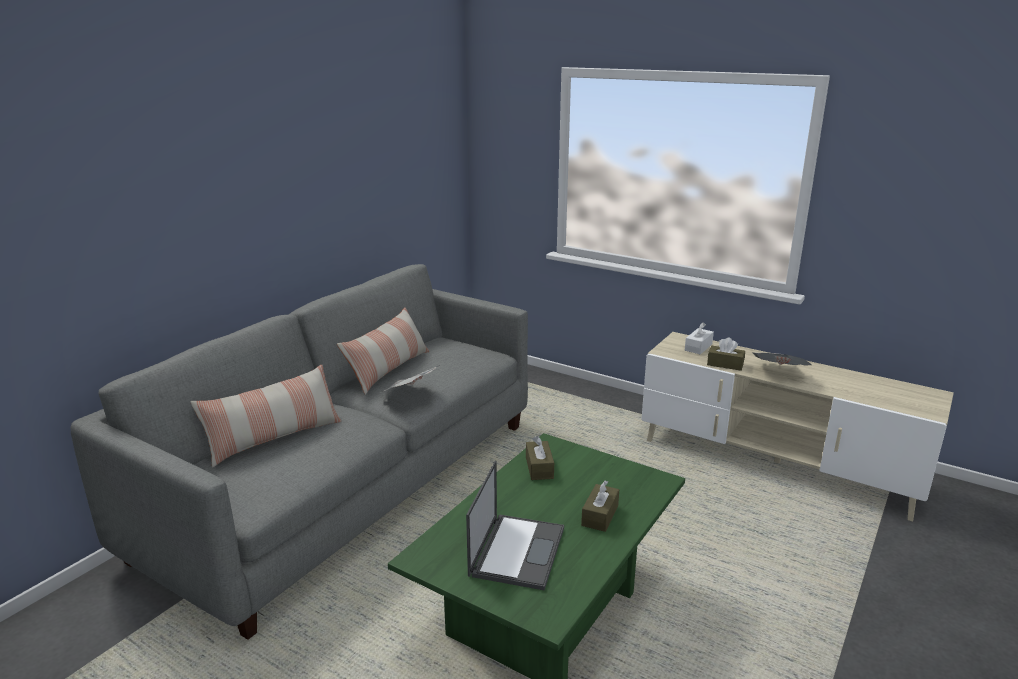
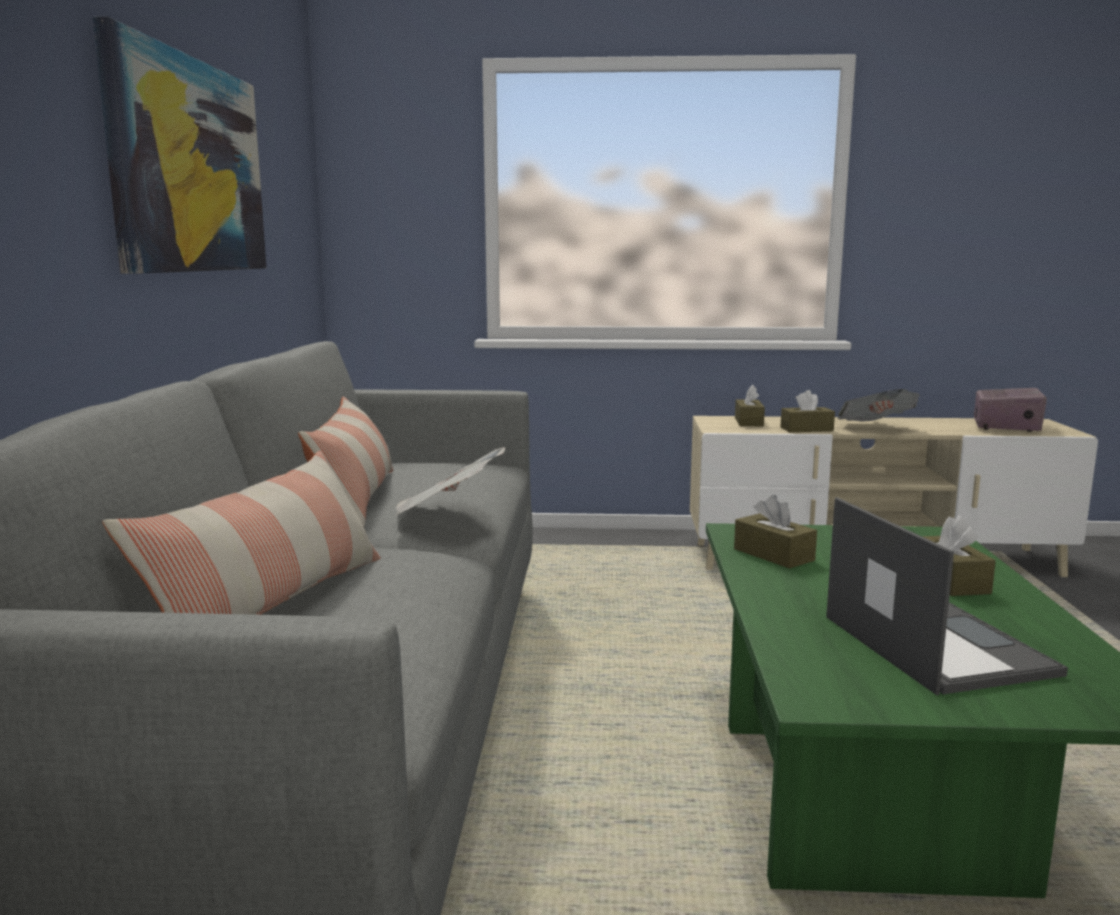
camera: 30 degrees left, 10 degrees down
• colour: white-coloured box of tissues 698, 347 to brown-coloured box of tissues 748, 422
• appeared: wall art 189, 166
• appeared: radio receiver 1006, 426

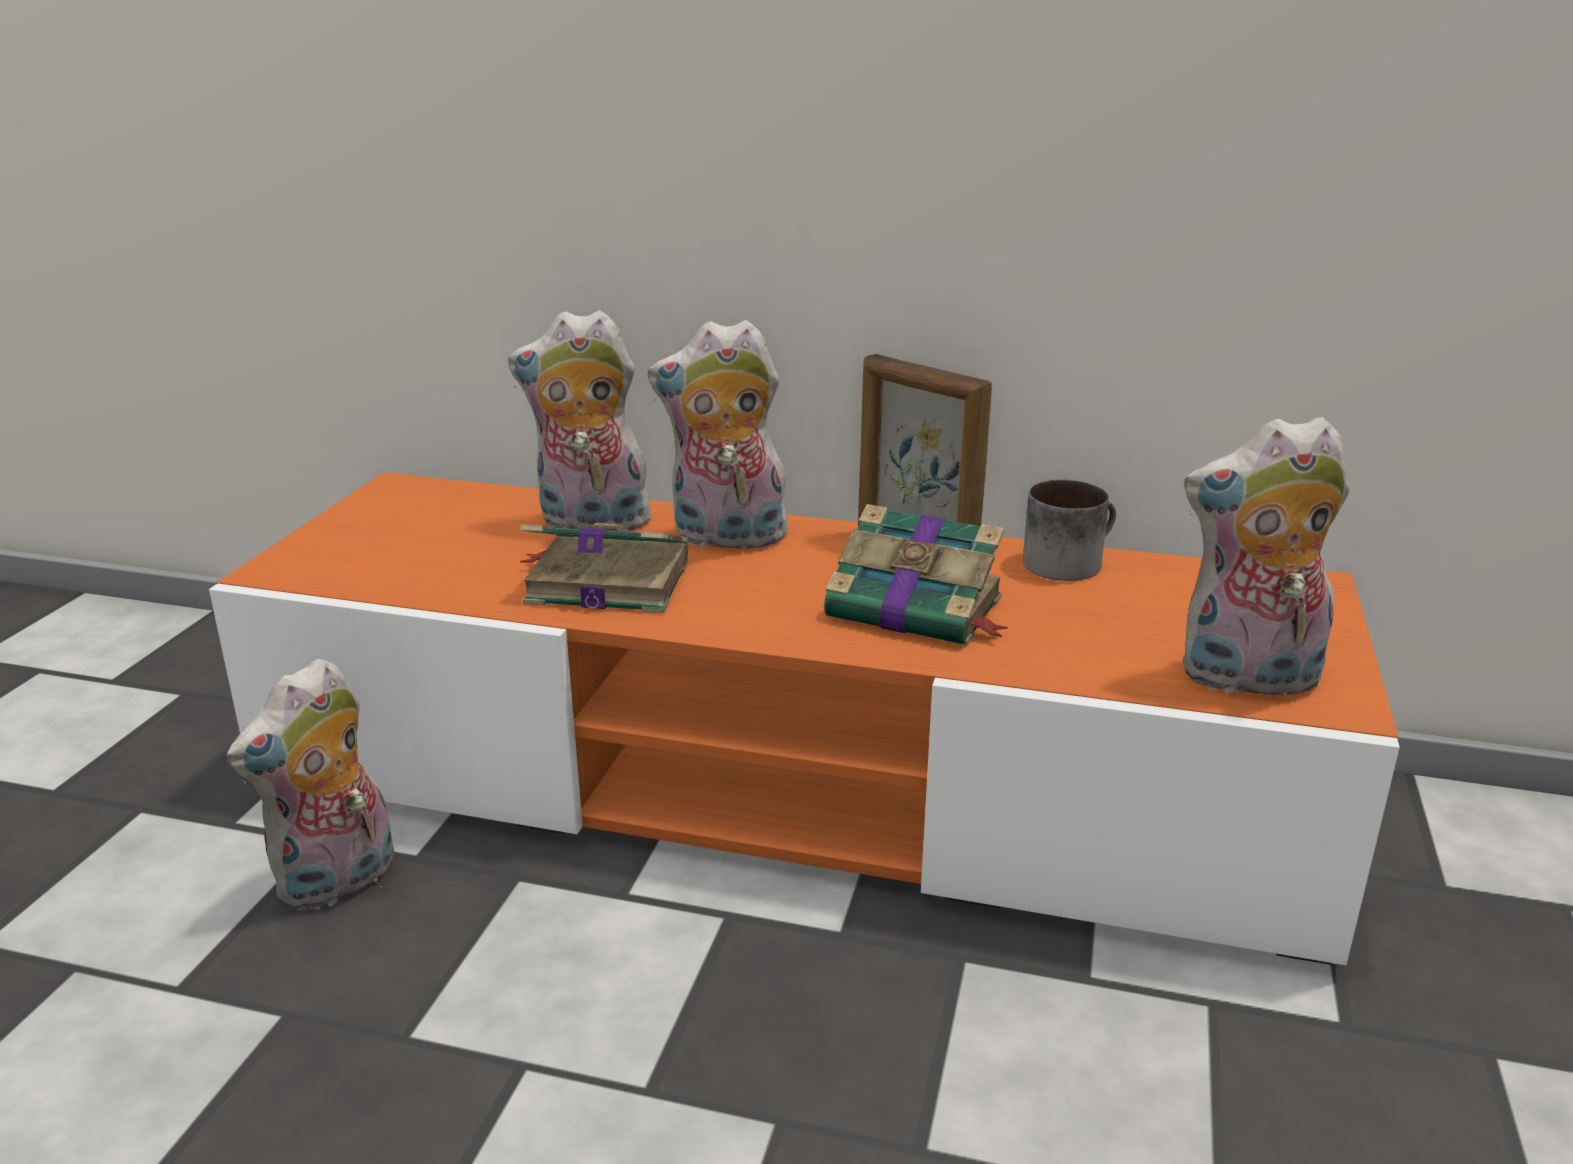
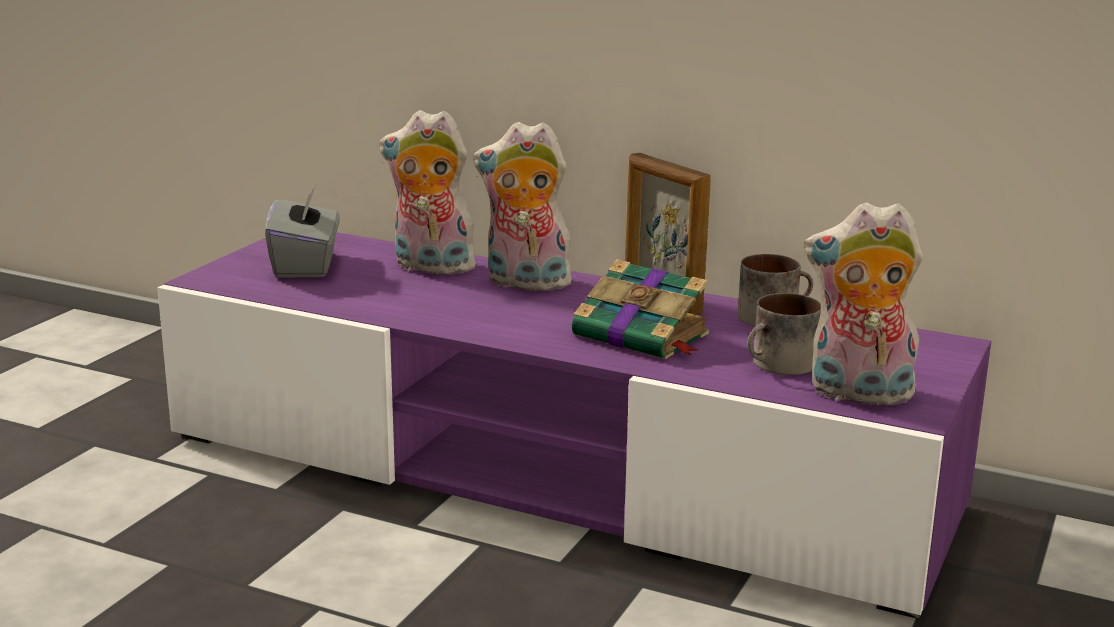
camera: 10 degrees right, 5 degrees down
• colour: orange media console 786, 782 to purplish media console 555, 472
• missing: volume 604, 582
• missing: cuddly toy 338, 882
• appeared: grey box of tissues 306, 265
• appeared: mug 780, 365

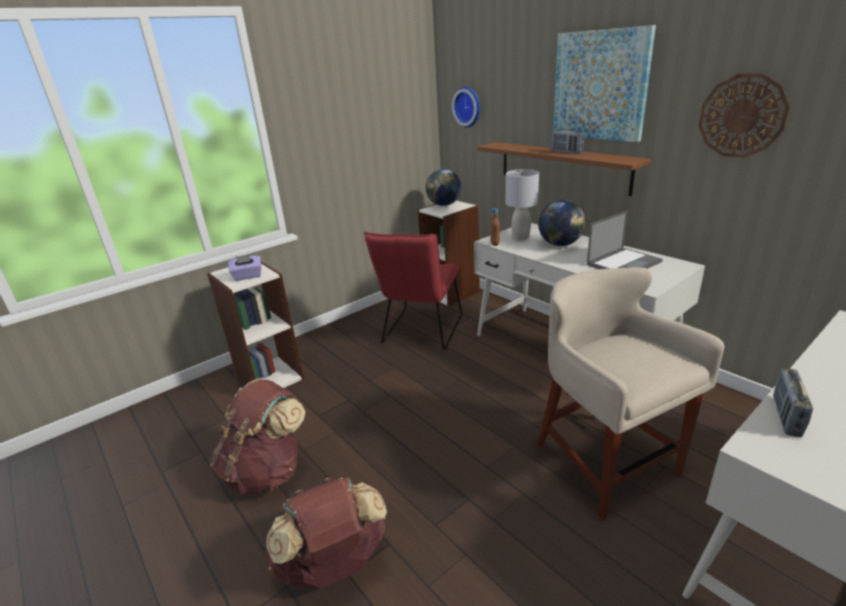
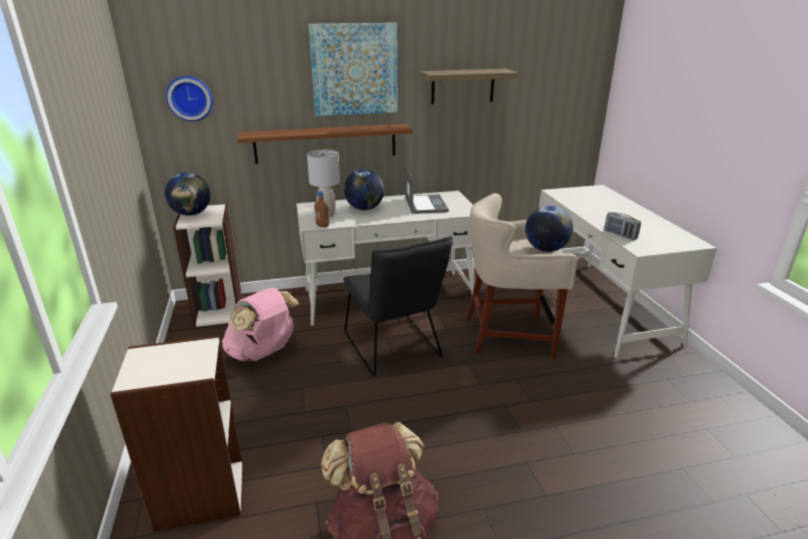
camera: 65 degrees left, 0 degrees up
• exchanged: hanging clock 742, 116 to wall shelf 462, 86
• missing: radio receiver 566, 152
• exchanged: reddish upright chair 421, 332 to pinkish backpack 263, 353
• missing: purplish box of tissues 247, 276
• missing: brown-coloured backpack 334, 565
• appeared: world globe 546, 249
• appeared: blackish upright chair 394, 349

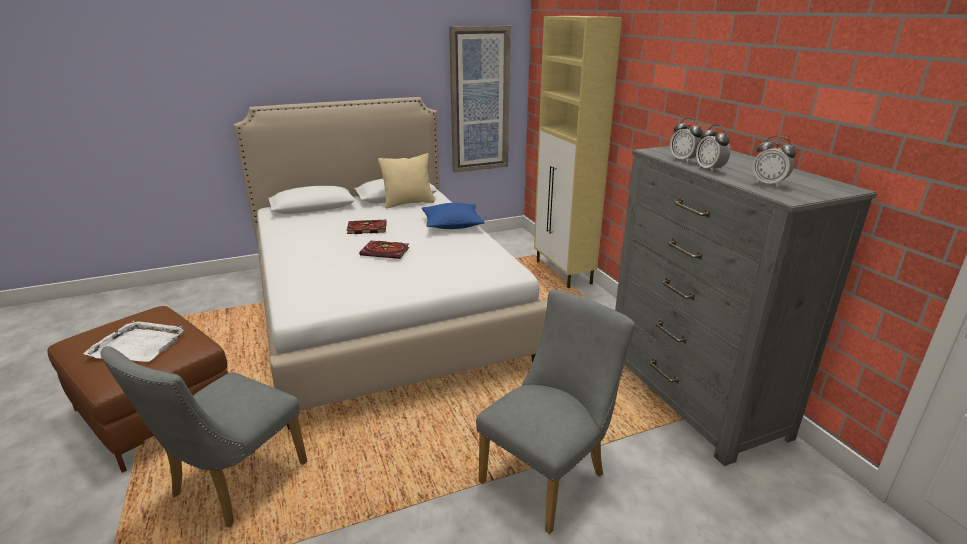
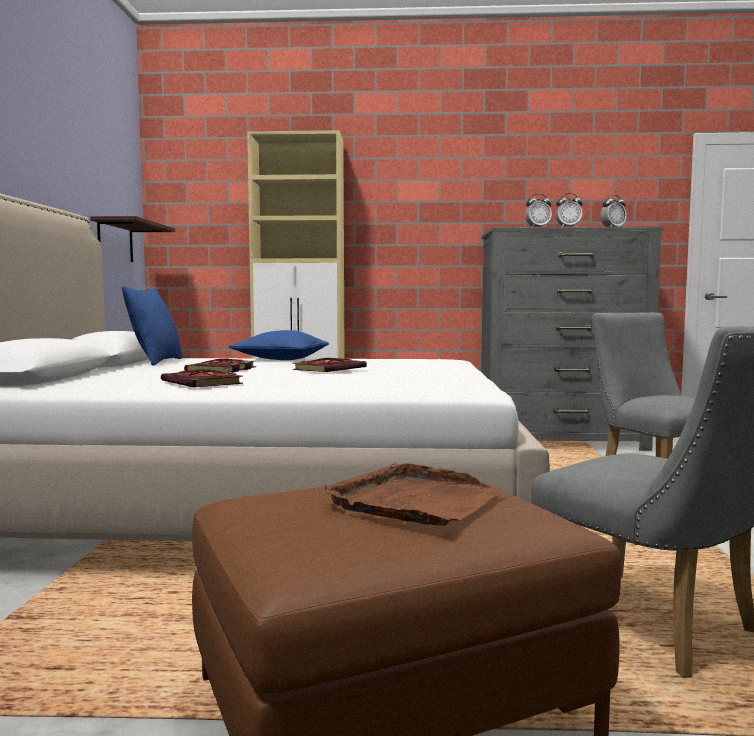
camera: 65 degrees left, 20 degrees down
• exchanged: wall art 479, 101 to wall shelf 115, 241
• colour: beige-coloured throw pillow 408, 203 to bluish throw pillow 156, 362
• colour: white-coloured serving tray 139, 345 to brown-coloured serving tray 416, 501
• appeared: volume 204, 383

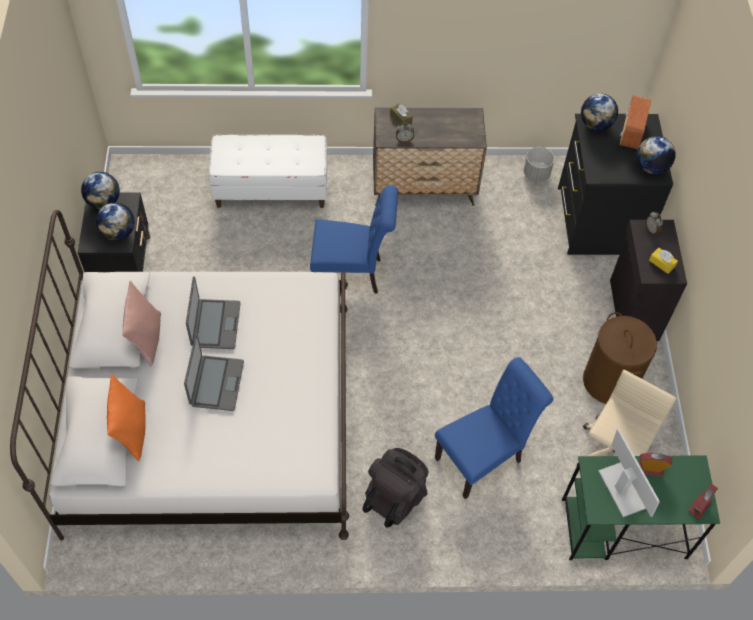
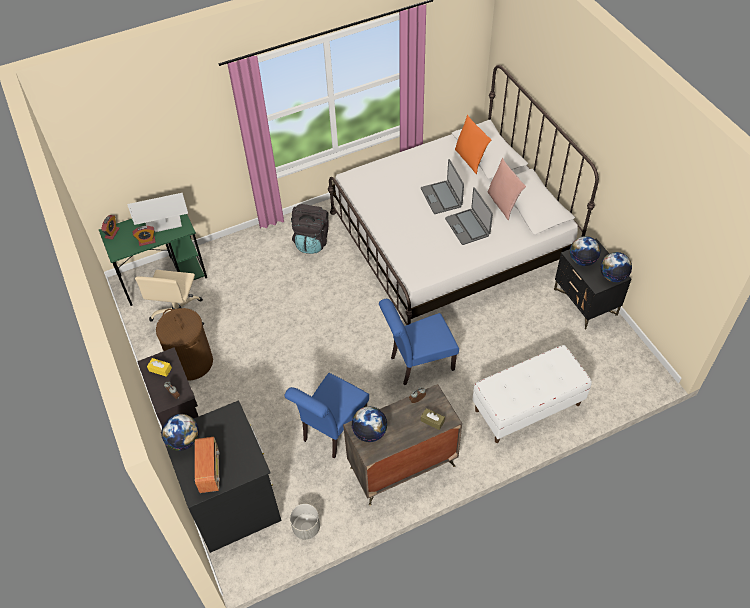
camera: 160 degrees right, 5 degrees down
• relocated: world globe 595, 124 to 370, 432
• relocated: bluish upright chair 483, 458 to 332, 431
• spun: computer display 622, 490 = 163, 224 60 degrees counterclockwise

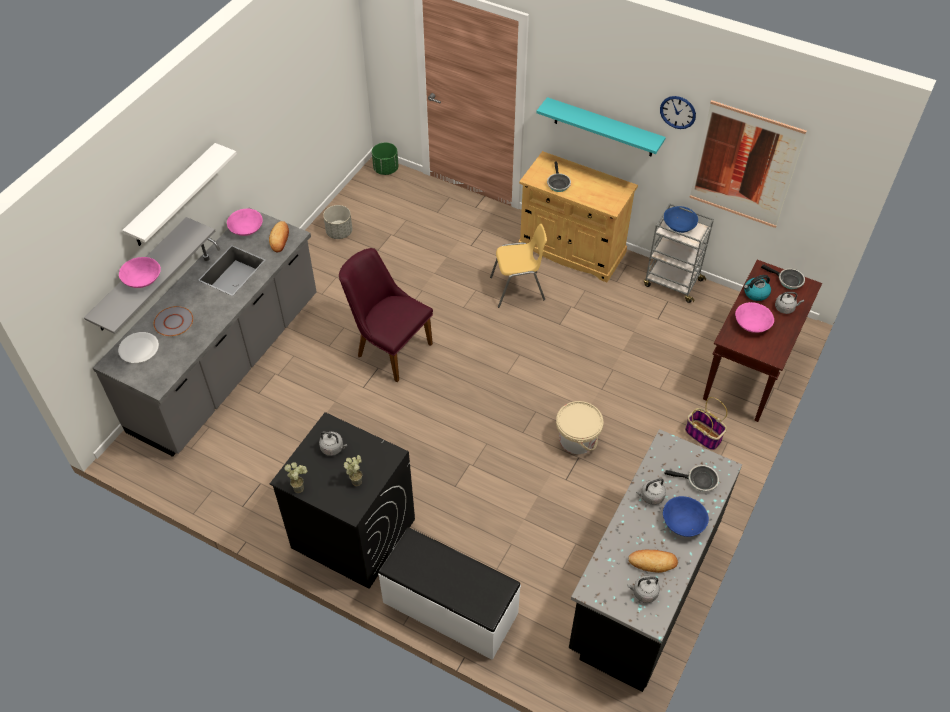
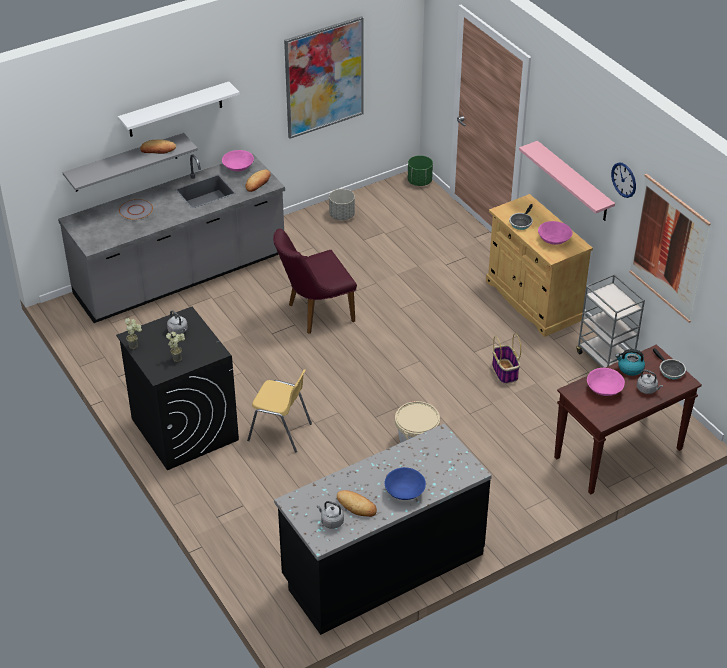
camera: 30 degrees right, 10 degrees down
• colour: turquoise wall shelf 603, 127 to pinkish wall shelf 574, 182
• missing: bluish serving bowl 679, 226
• relocated: yellow upright chair 518, 289 to 280, 432
• spun: purplish upright chair 388, 347 = 314, 313 90 degrees counterclockwise
• relocated: pinkish serving bowl 142, 280 to 554, 240
• missing: white-coloured plate 139, 348
• relocated: household basket 704, 435 to 505, 372
• missing: frying pan 699, 481
• missing: grey kettle 650, 497
• missing: white-coloured bench 449, 608
• appeared: wall art 324, 77
• appeared: bread 158, 149

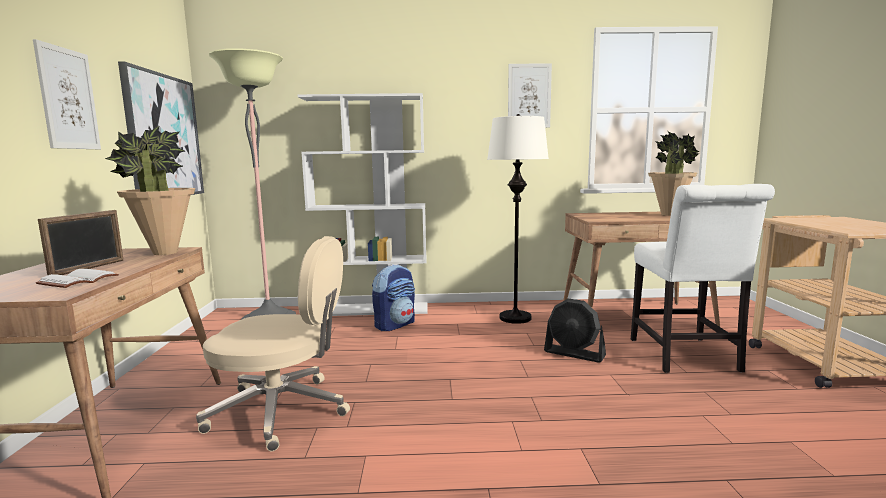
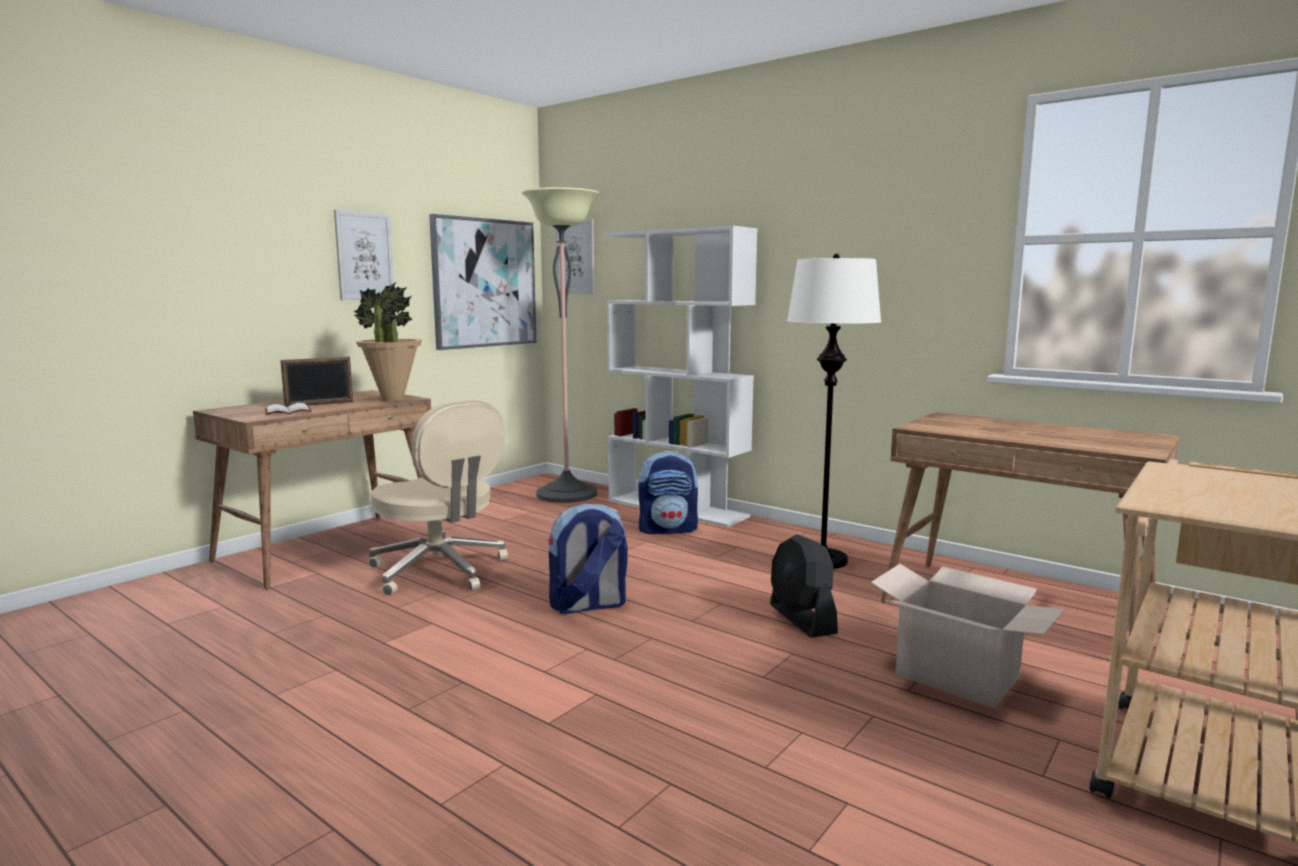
camera: 40 degrees right, 0 degrees up
• relocated: wall art 529, 96 to 575, 257
• missing: houseplant 669, 215
• exchanged: white-coloured upright chair 685, 357 to packing box 956, 676
• appeared: backpack 588, 606

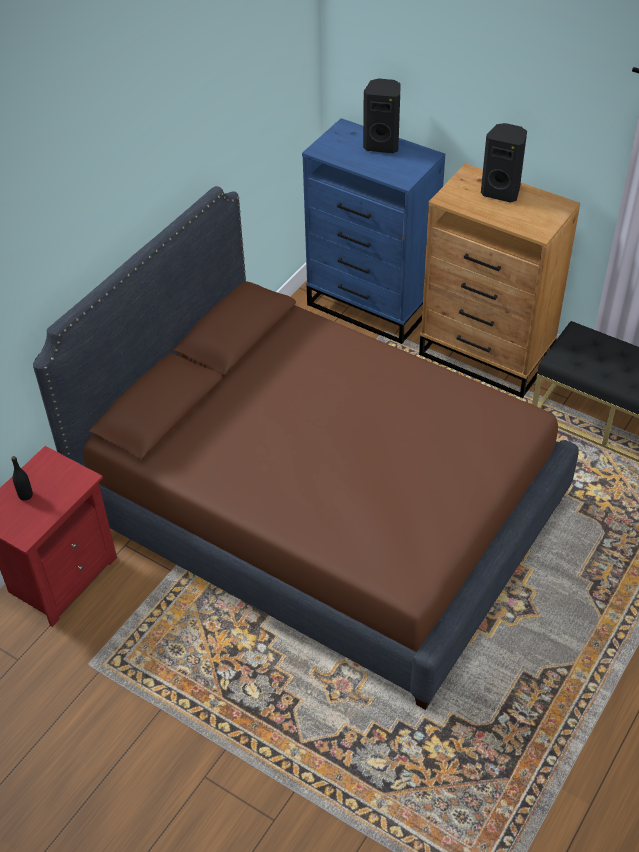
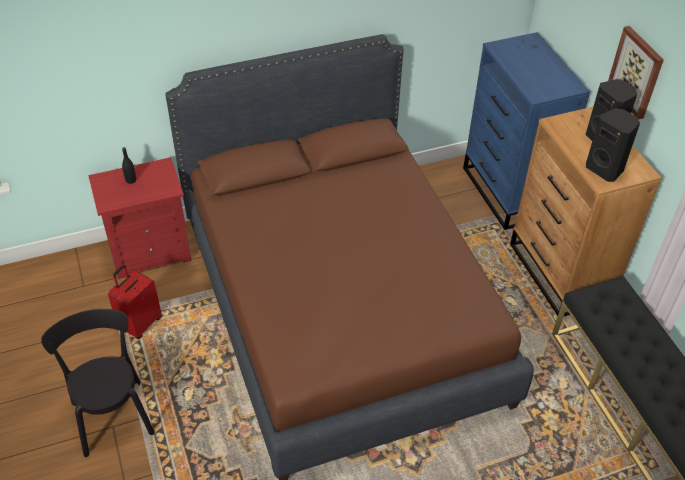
camera: 35 degrees right, 0 degrees up
• relocated: blackish speaker 382, 145 to 605, 169
• appeared: wall art 636, 72
• appeared: reddish piece of luggage 140, 323
• appeared: blackish upright chair 112, 414

